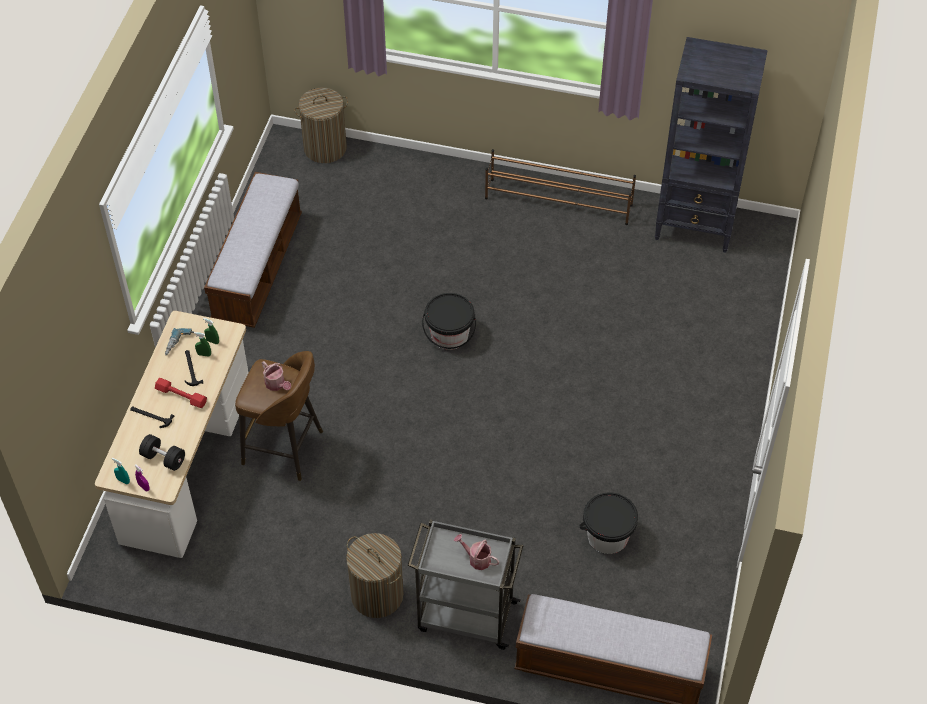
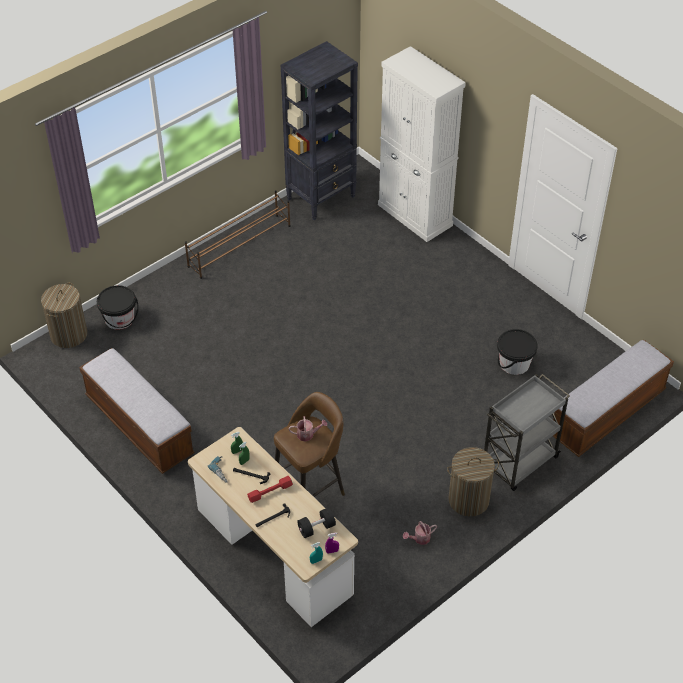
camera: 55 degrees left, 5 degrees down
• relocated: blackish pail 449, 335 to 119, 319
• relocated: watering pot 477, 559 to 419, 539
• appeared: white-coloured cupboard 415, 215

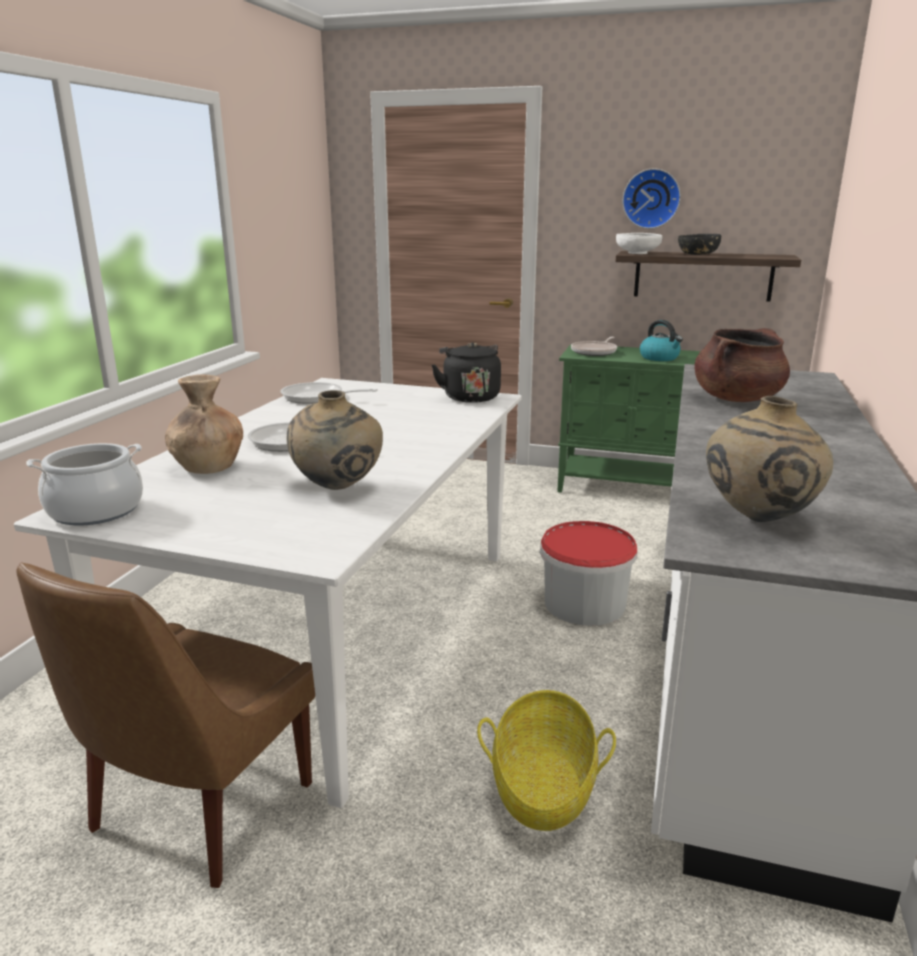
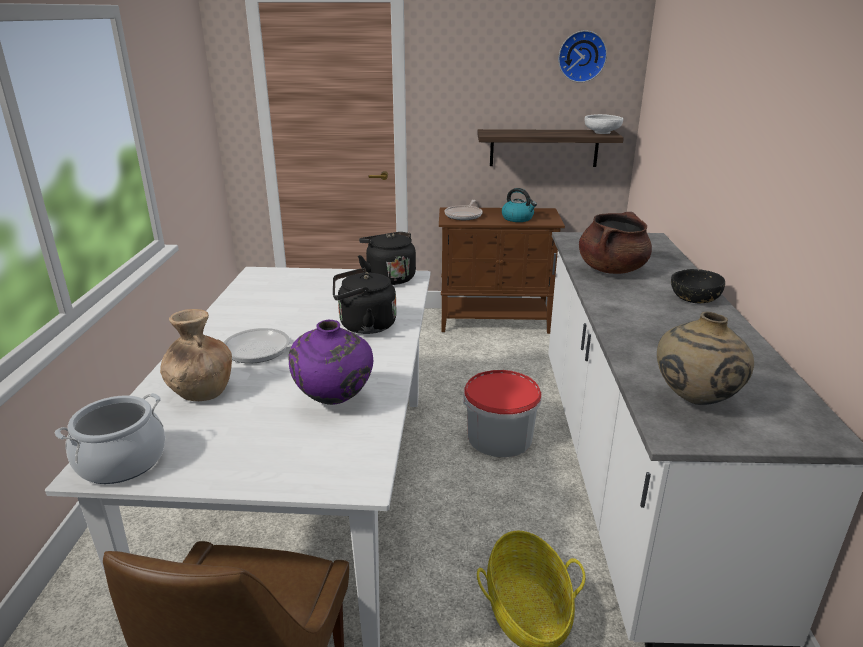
camera: 15 degrees left, 5 degrees up
• relocated: hanging clock 651, 198 to 581, 56
• relocated: white-coloured serving bowl 637, 253 to 602, 132
• relocated: blackish serving bowl 697, 254 to 693, 298
• colour: green-coloured cupboard 628, 488 to brown-coloured cupboard 495, 321
• missing: frying pan 317, 398
• colour: beige-coloured decorative vase 338, 488 to purplish decorative vase 334, 400
• appeared: blackish kettle 363, 326

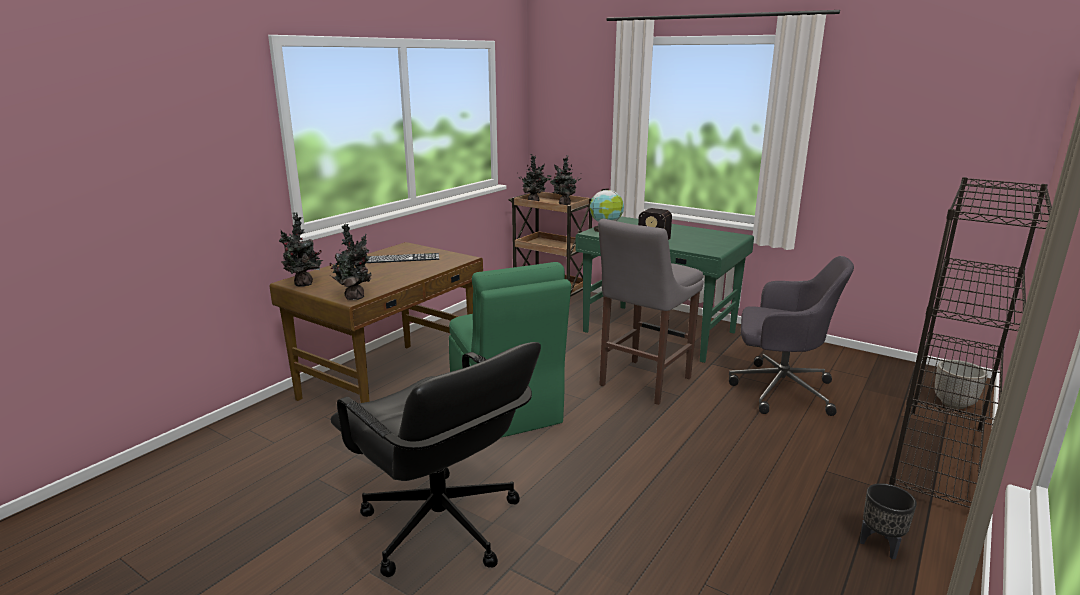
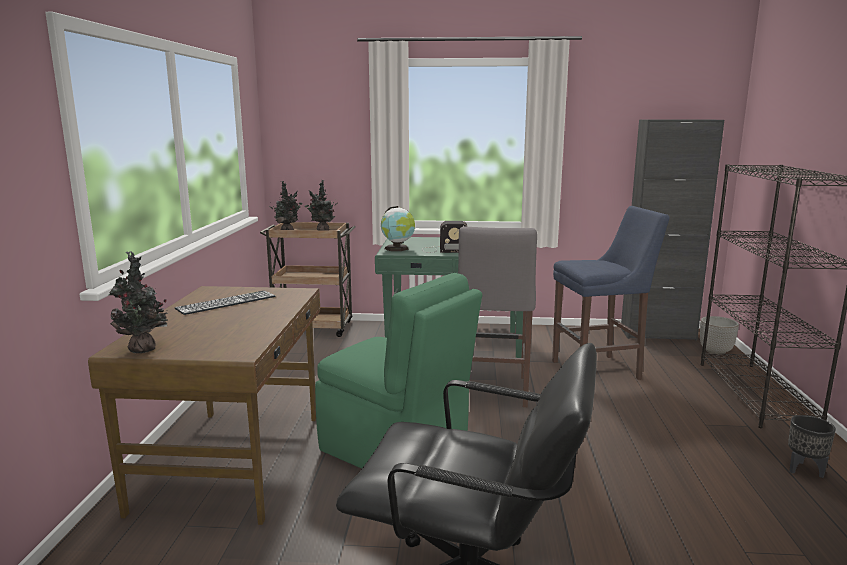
camera: 30 degrees left, 5 degrees down
• missing: houseplant 355, 297
• exchanged: grey office chair 779, 389 to bluish stool 600, 370
• appeared: blackish cupboard 657, 334

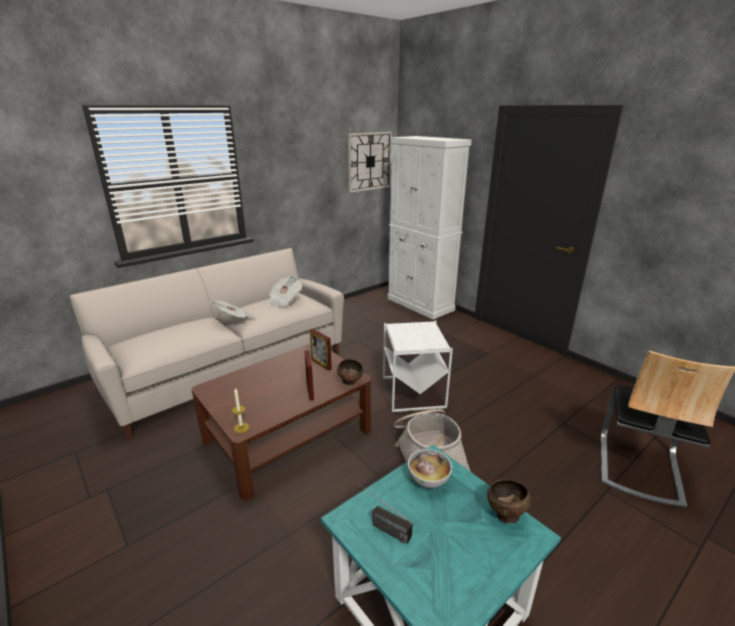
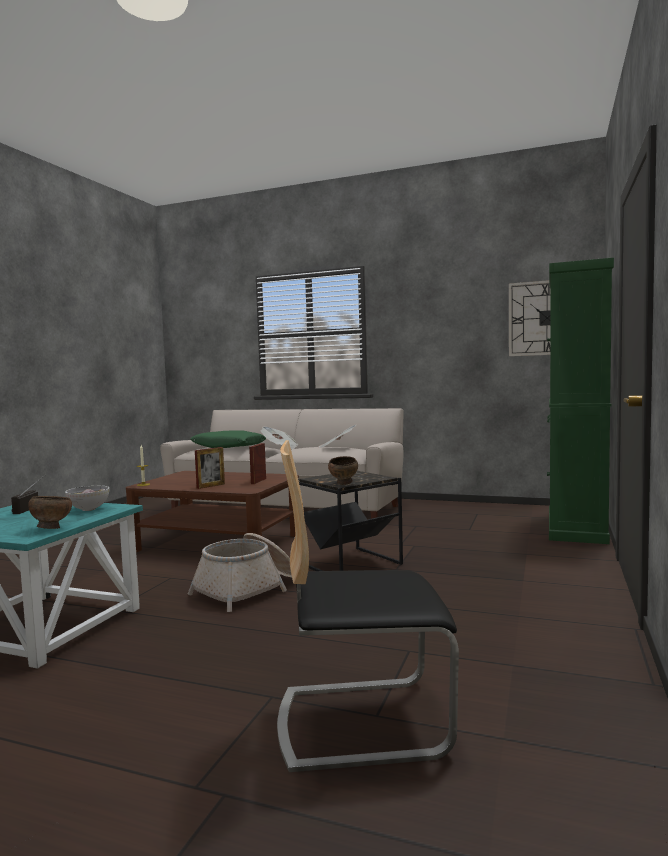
camera: 60 degrees right, 20 degrees down
• colour: white-coloured cupboard 420, 304 to green-coloured cupboard 576, 527
• colour: white-coloured accent table 413, 392 to blackish accent table 351, 564
• relocated: brown-coloured serving bowl 350, 382 to 344, 484
• appeared: green-coloured throw pillow 228, 447

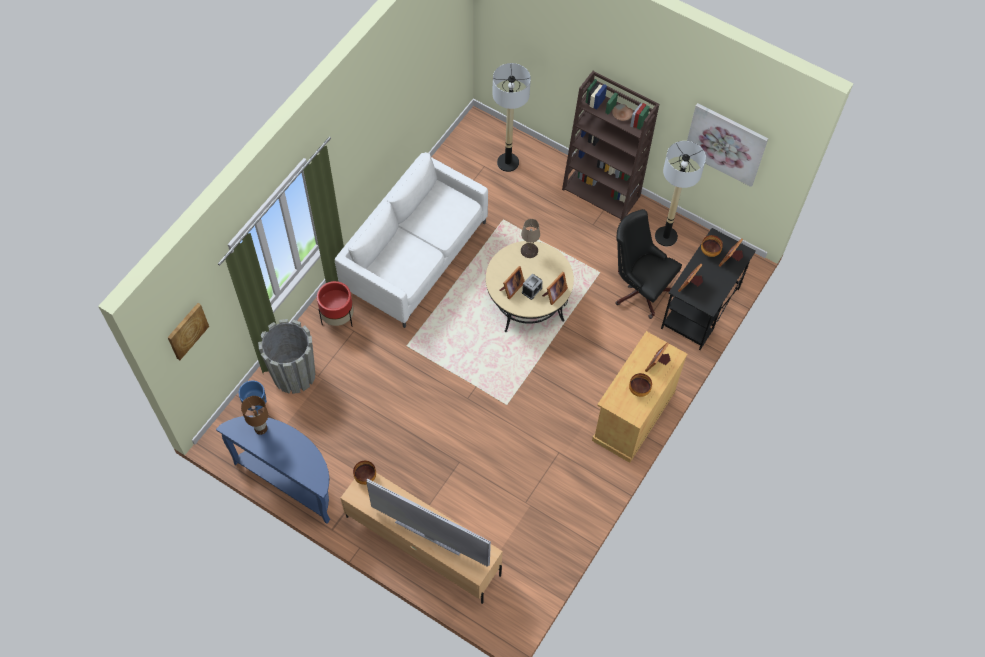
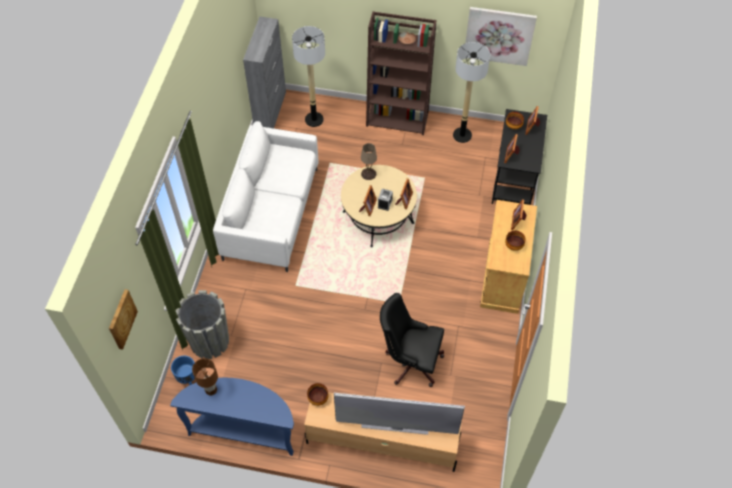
camera: 20 degrees left, 5 degrees down
• relocated: blackish office chair 639, 288 to 410, 361
• missing: reddish planter 338, 318
• appeared: grey cupboard 270, 110

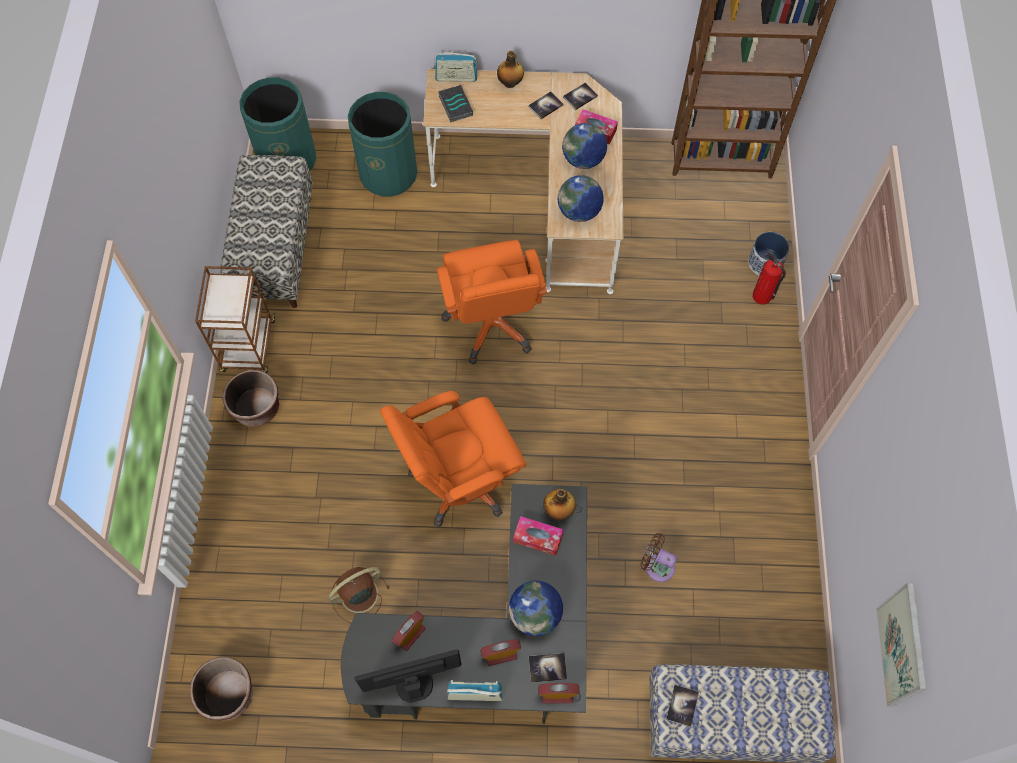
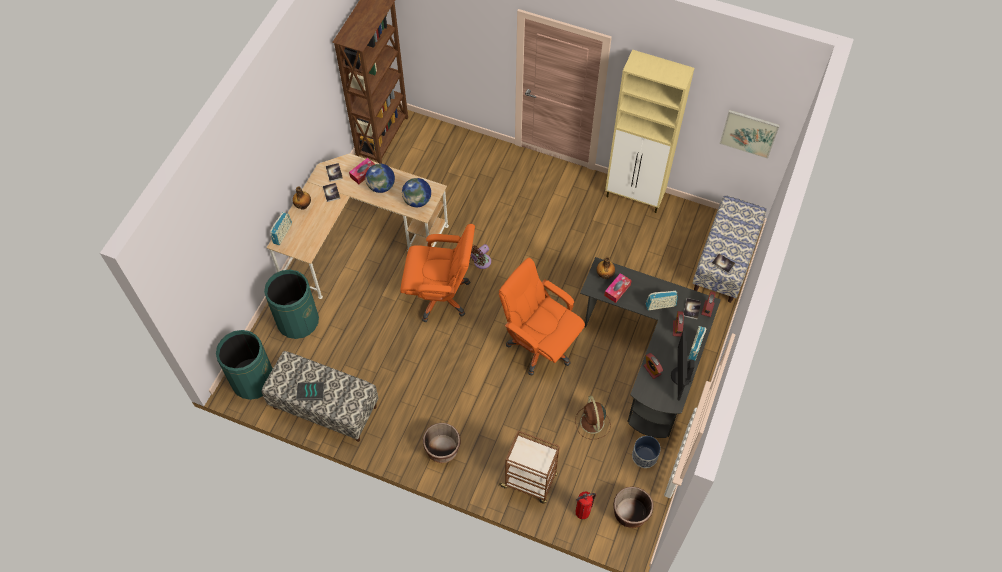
camera: 70 degrees left, 5 degrees down
• relocated: volume 454, 105 to 310, 393
• relocated: planter 765, 263 to 644, 456
• relocated: fire-fighting cylinder 762, 296 to 583, 512
• relocated: brown-coloured trolley 249, 347 to 530, 481
• spun: orange office chair 460, 481 = 540, 345 135 degrees clockwise
• relocated: brown-coloured fan 657, 566 to 481, 262
• exchanged: world globe 535, 614 to radio receiver 660, 305
• appeared: beige-coloured cupboard 635, 197

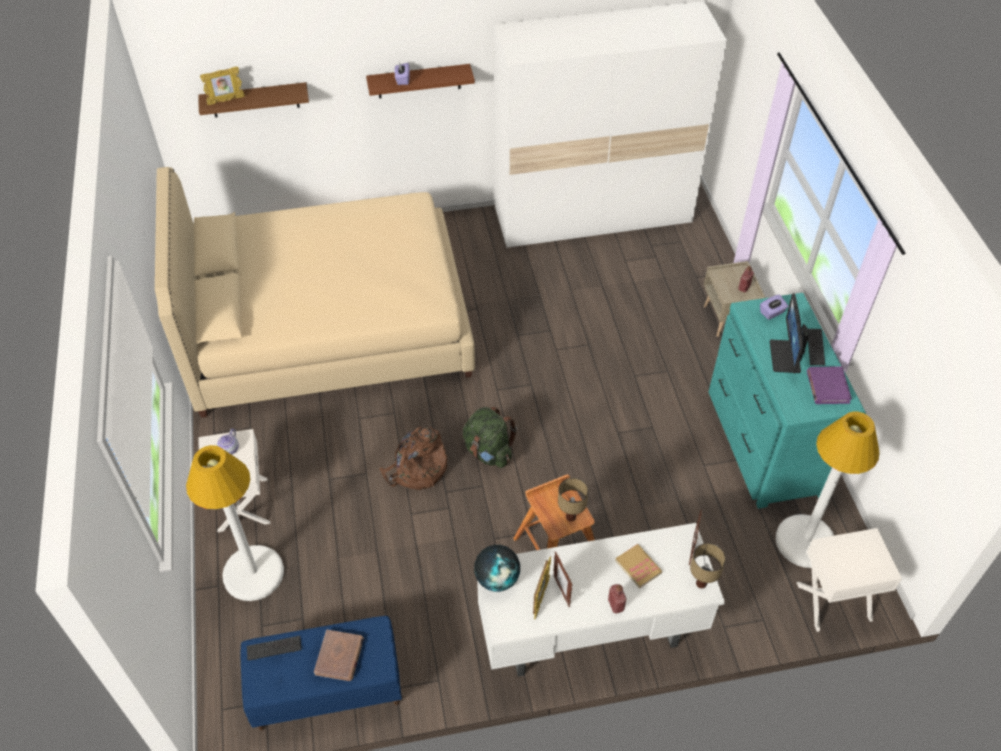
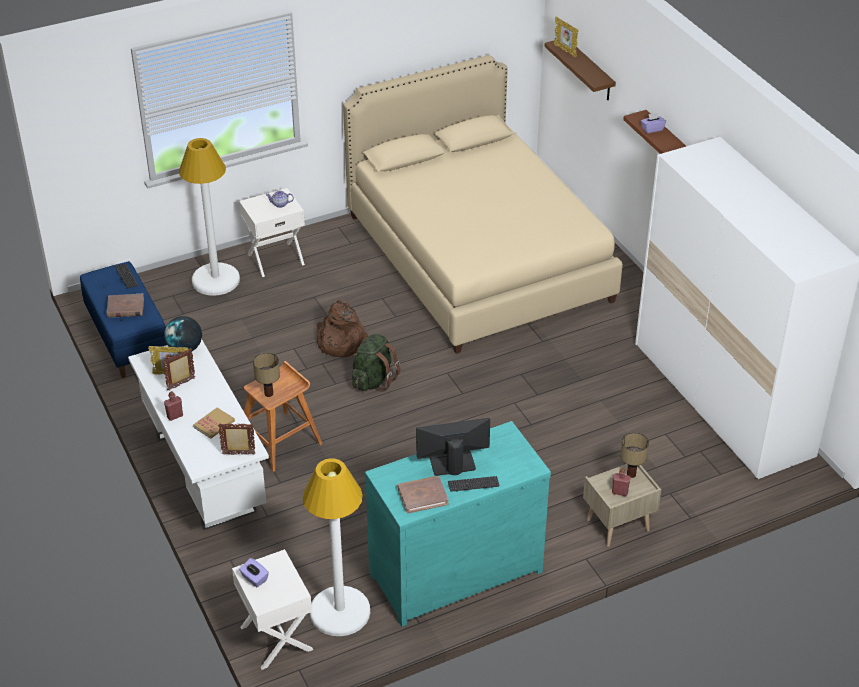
camera: 75 degrees right, 10 degrees down
• relocated: purplish box of tissues 772, 312 to 254, 579
• colour: purplish volume 827, 387 to brown-coloured volume 422, 496
• relocated: tabletop lamp 701, 584 to 630, 474

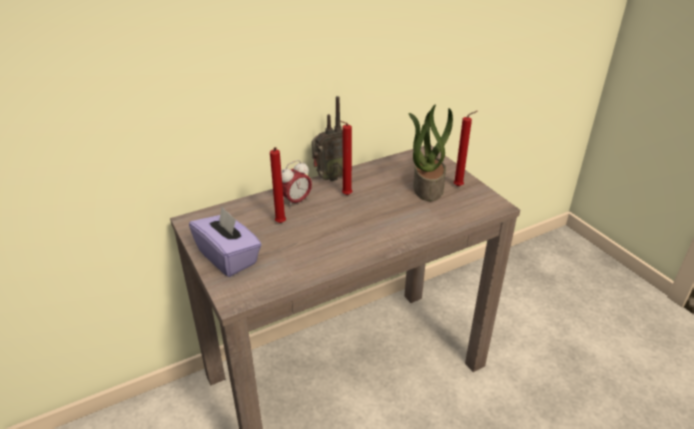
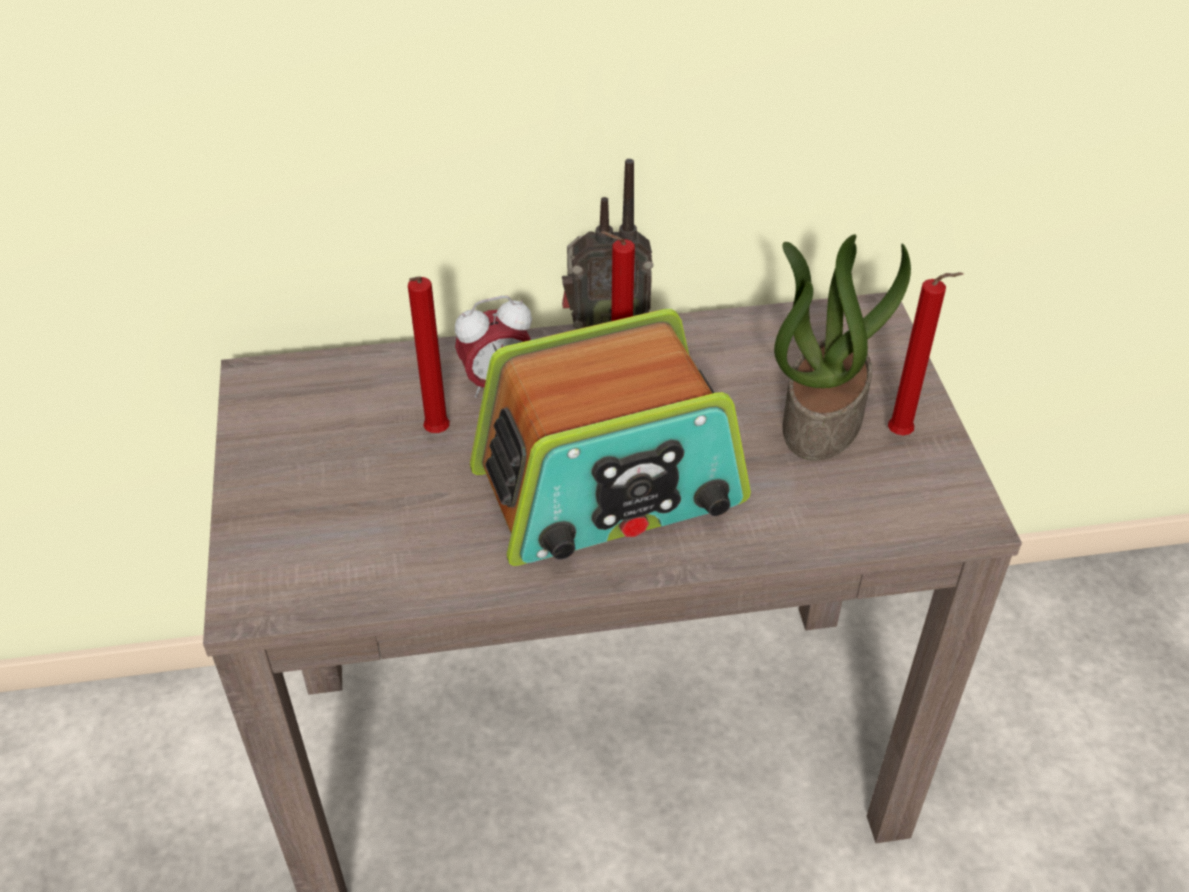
camera: 20 degrees right, 10 degrees up
• missing: purplish box of tissues 228, 257
• appeared: radio receiver 610, 489

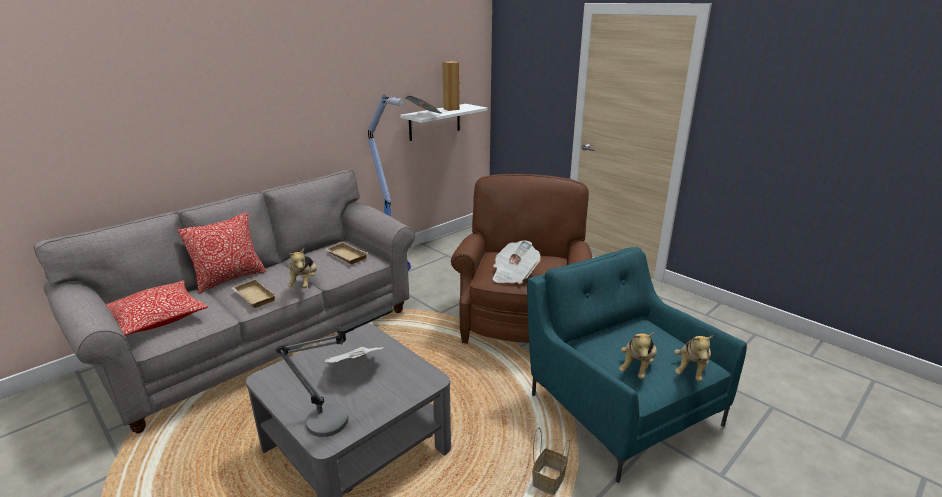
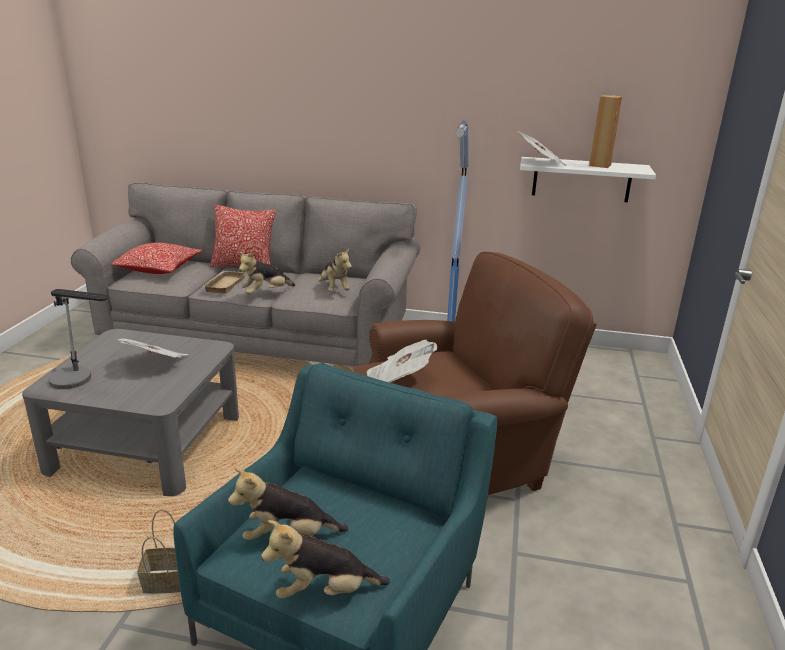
camera: 55 degrees right, 0 degrees up
• exchanged: beige-coloured serving tray 345, 256 to cuddly toy 334, 289

